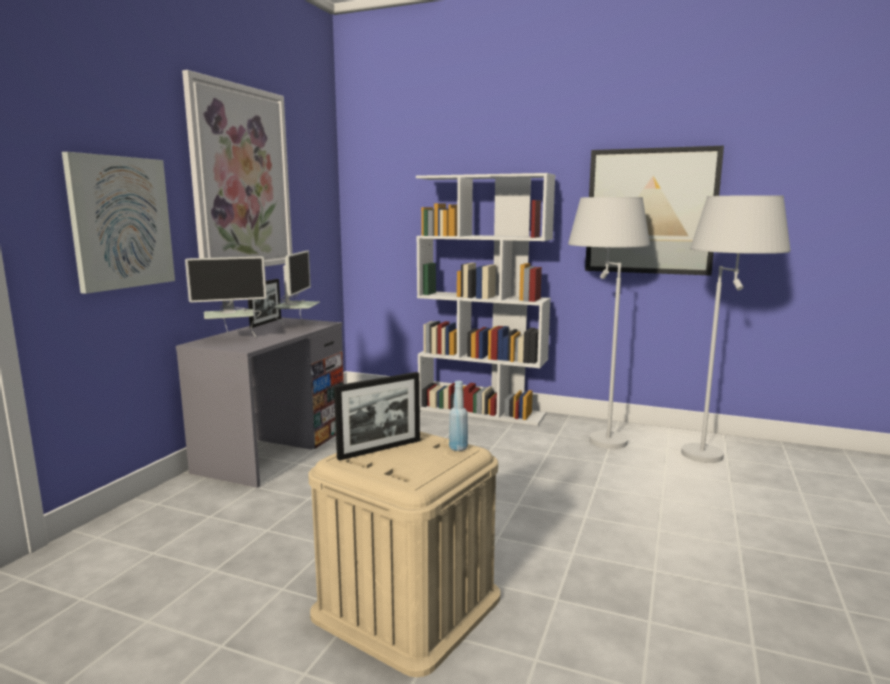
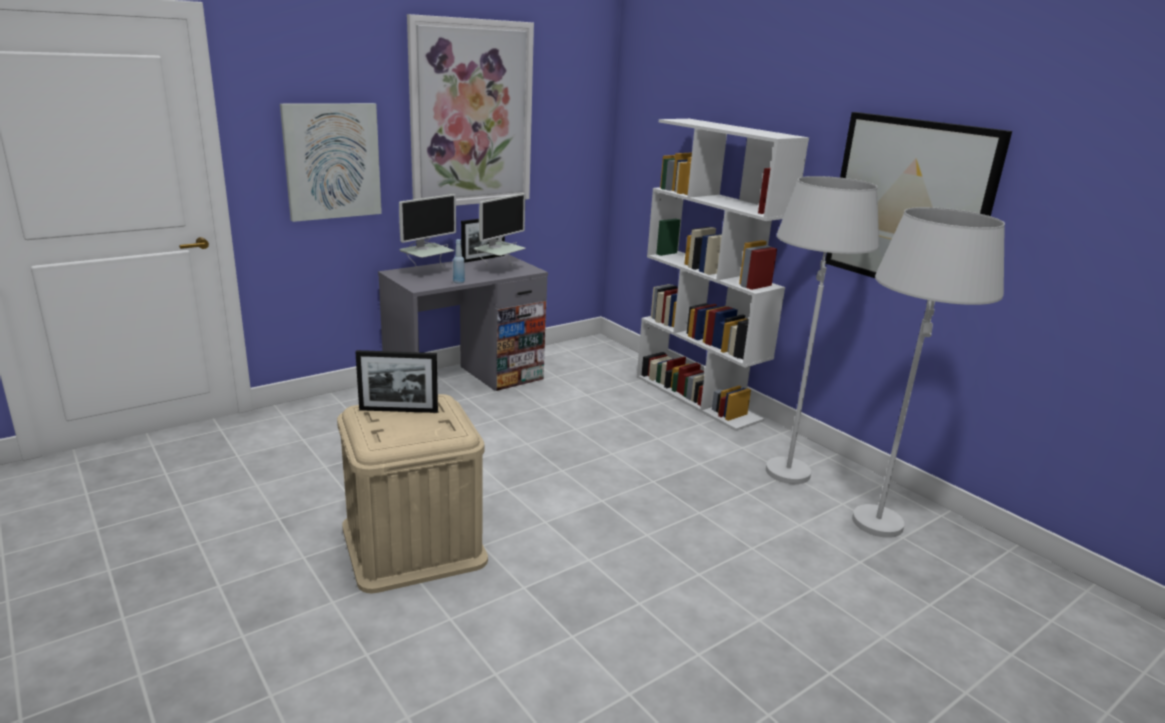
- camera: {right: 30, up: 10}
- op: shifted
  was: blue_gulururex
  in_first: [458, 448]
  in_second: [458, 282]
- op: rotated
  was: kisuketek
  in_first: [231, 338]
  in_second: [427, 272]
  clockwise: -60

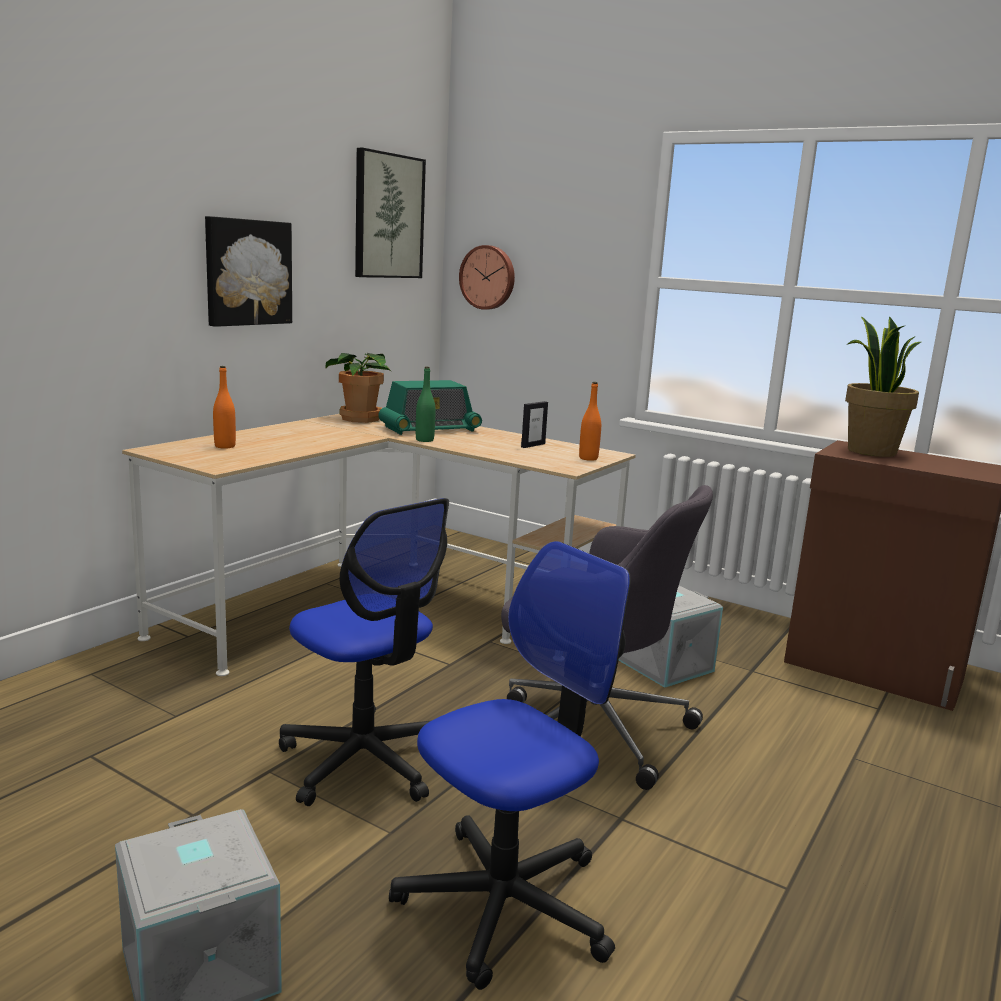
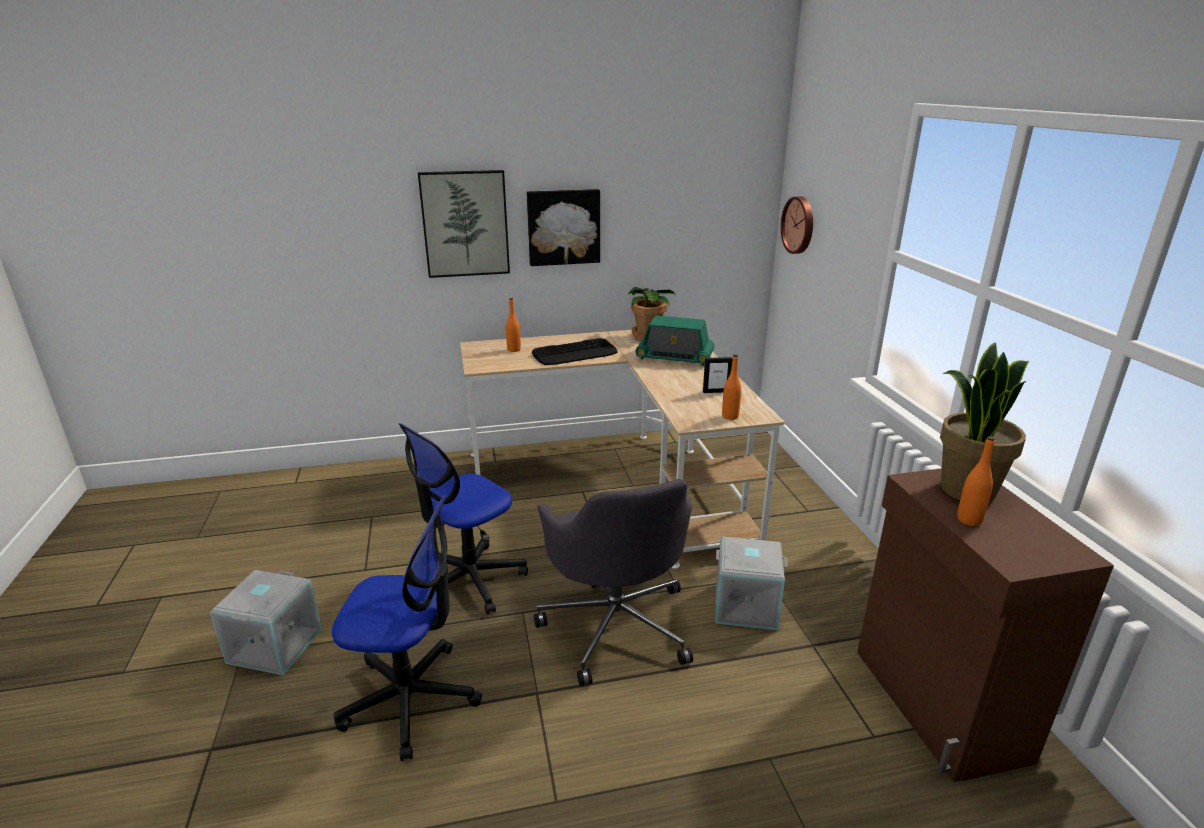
- camera: {right: 45, up: 10}
- op: gone
  was: green_gulururex
  in_first: [424, 440]
- op: new
  now: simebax
  in_second: [575, 353]
- op: new
  now: orange_gulururex
  in_second: [969, 520]
- op: shifted
  was: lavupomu
  in_first: [388, 216]
  in_second: [465, 224]
- op: rotated
  was: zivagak
  in_first: [366, 760]
  in_second: [469, 579]
  clockwise: 45

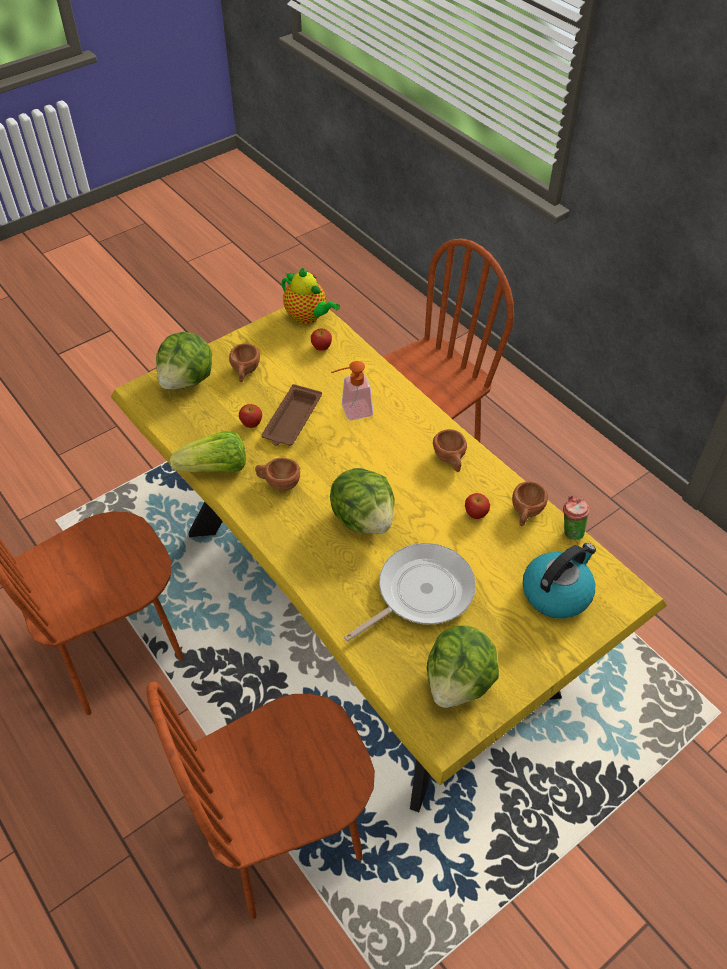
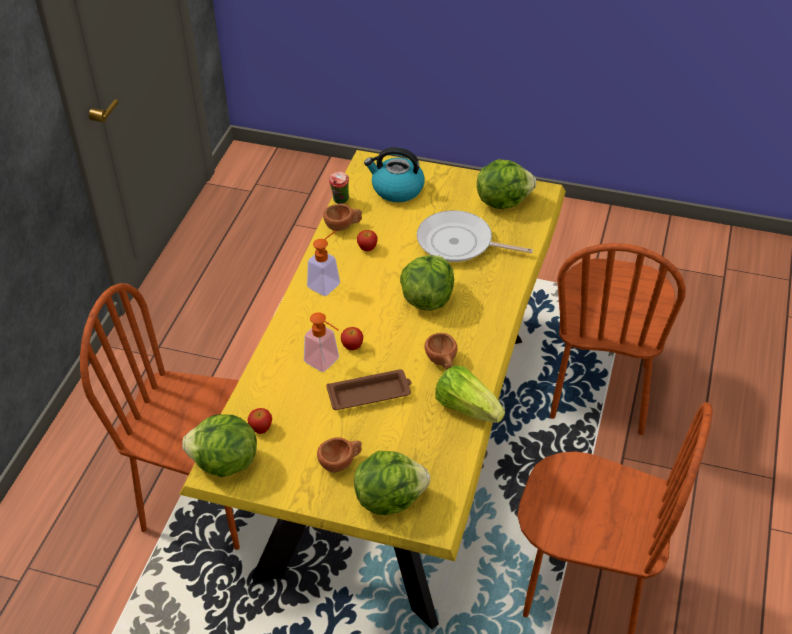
- camera: {right: -125, up: -5}
- op: shifted
  was: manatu
  in_first: [251, 423]
  in_second: [352, 346]
- op: swapped
  was: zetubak
  now: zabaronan
  in_first: [308, 317]
  in_second: [225, 464]
- op: swapped
  was: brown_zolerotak
  now: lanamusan
  in_first: [450, 460]
  in_second: [327, 282]
- op: rotated
  was: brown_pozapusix
  in_first: [285, 836]
  in_second: [601, 392]
  clockwise: 75

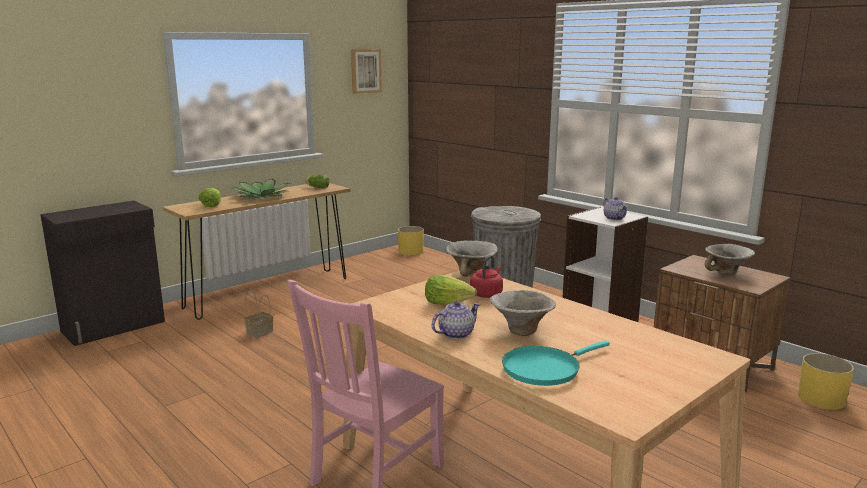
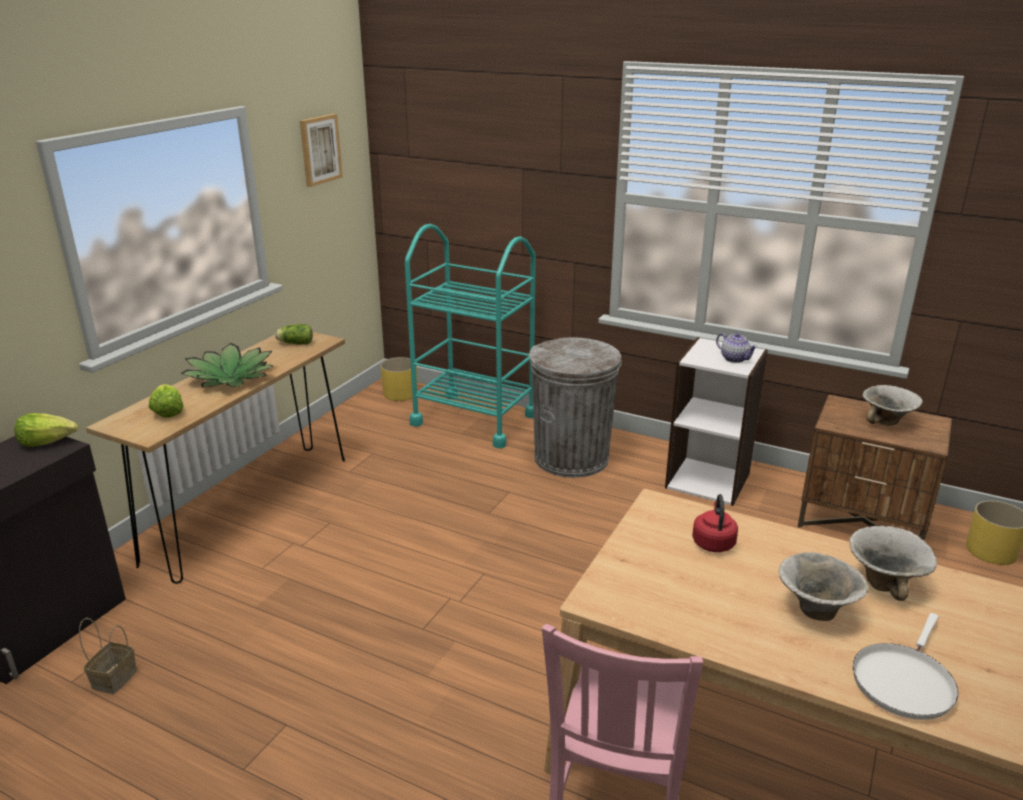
- camera: {right: -20, up: 10}
- op: gone
  was: zetubak
  in_first: [456, 334]
- op: new
  now: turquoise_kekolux
  in_second: [474, 419]
- op: shifted
  was: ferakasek
  in_first: [260, 332]
  in_second: [114, 677]
- op: shifted
  was: zabaronan
  in_first: [448, 303]
  in_second: [48, 442]
- op: shifted
  was: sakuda
  in_first: [471, 273]
  in_second: [885, 583]
- op: repainted
  was: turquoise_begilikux
  now: white_begilikux
  in_first: [544, 369]
  in_second: [903, 681]

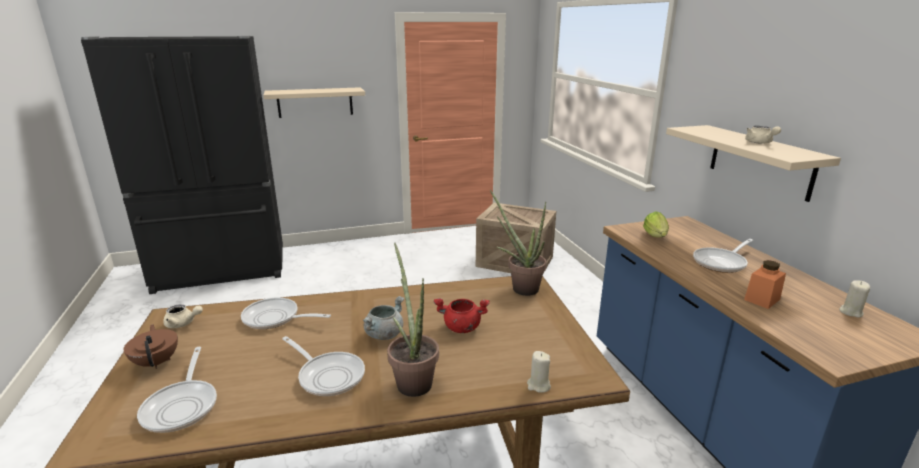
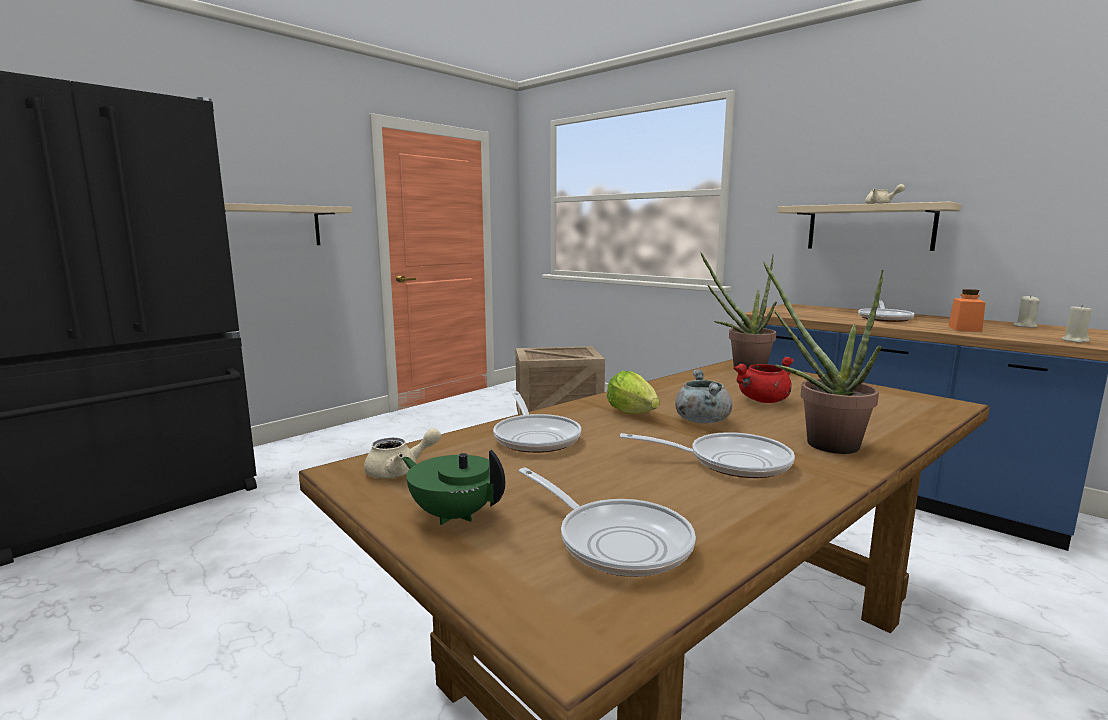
- camera: {right: -30, up: -10}
- op: shifted
  was: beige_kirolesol
  in_first: [538, 385]
  in_second: [1075, 340]
- op: shifted
  was: zabaronan
  in_first: [656, 237]
  in_second: [634, 414]
- op: repainted
  was: brown_zetubak
  now: green_zetubak
  in_first: [157, 362]
  in_second: [454, 515]
- op: rotated
  was: begilikux
  in_first: [275, 318]
  in_second: [535, 437]
  clockwise: -90

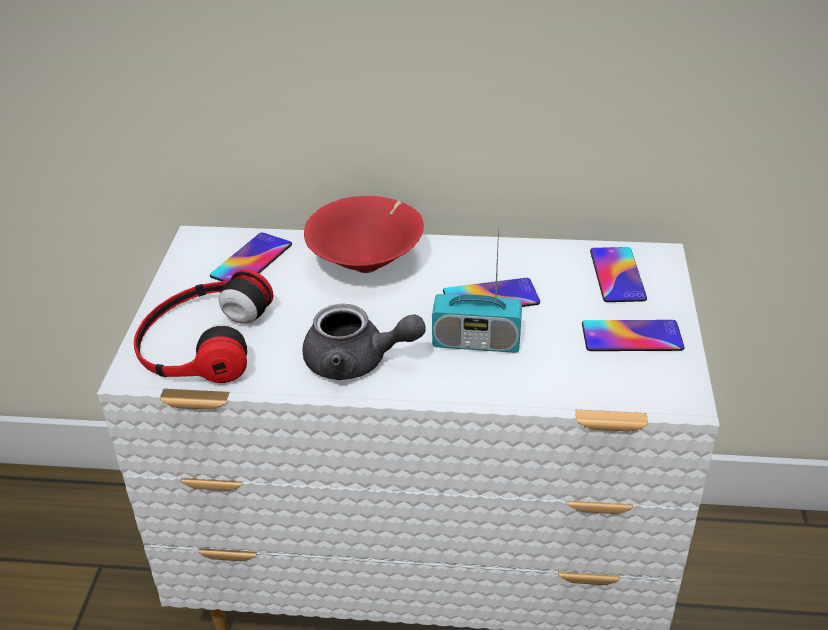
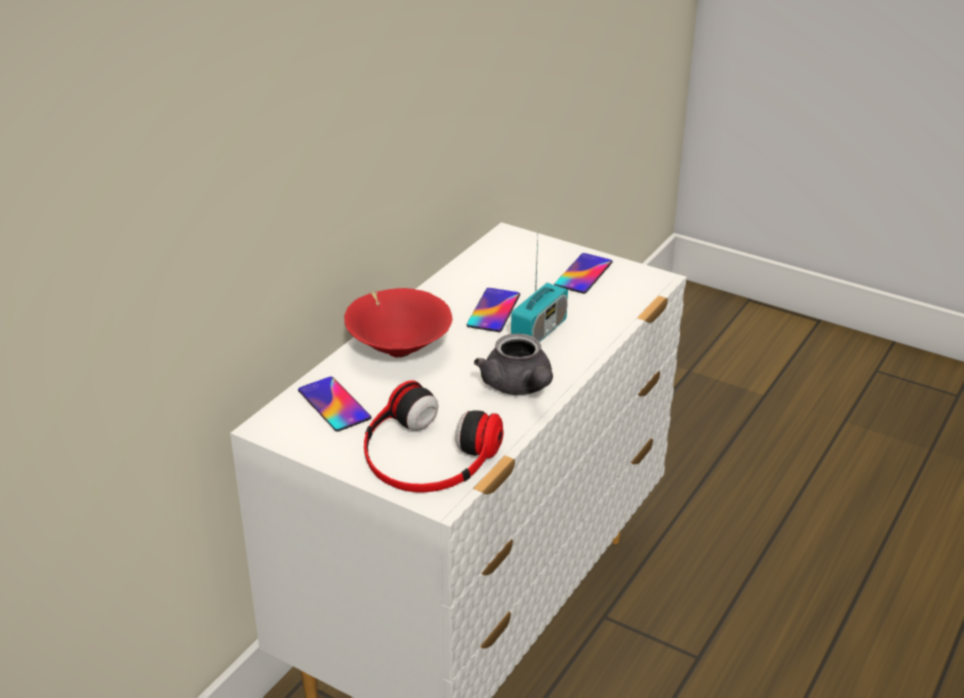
- camera: {right: -65, up: -5}
- op: gone
  was: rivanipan
  in_first: [617, 275]
- op: rotated
  was: grey_zetubak
  in_first: [357, 362]
  in_second: [519, 387]
  clockwise: 120

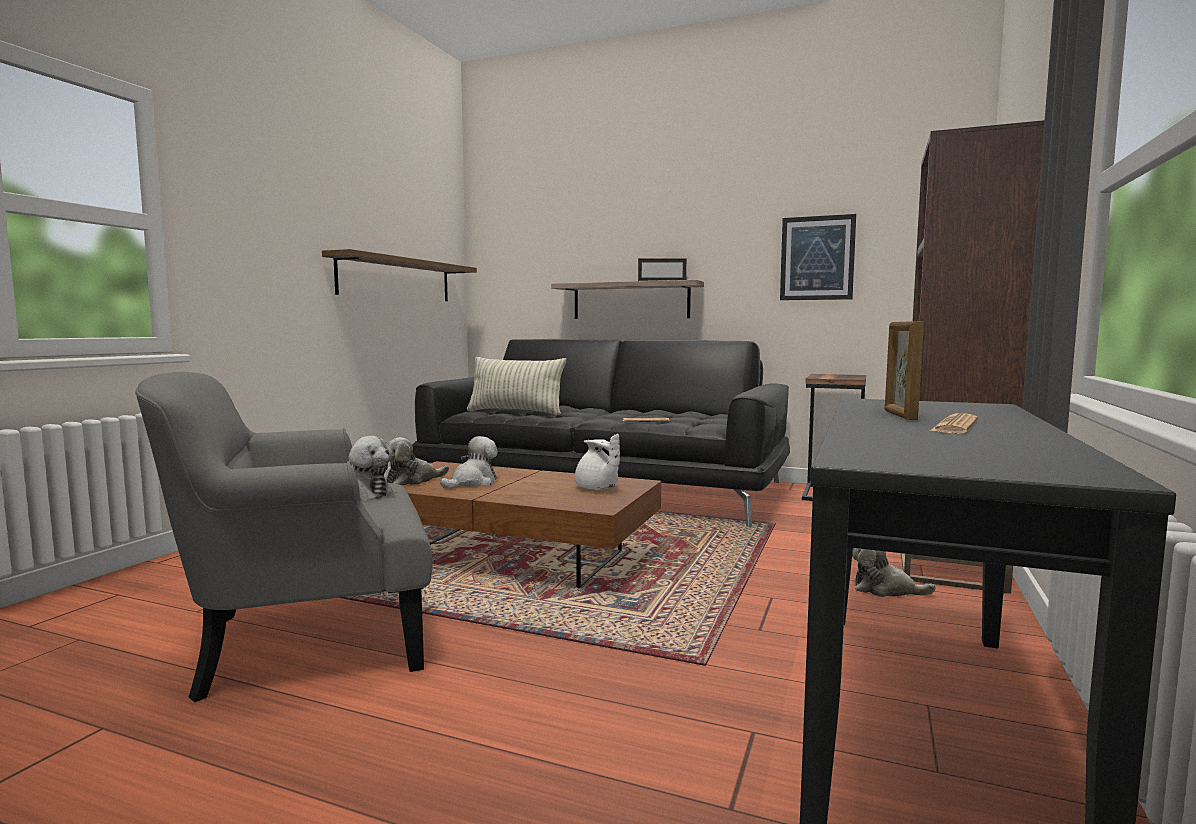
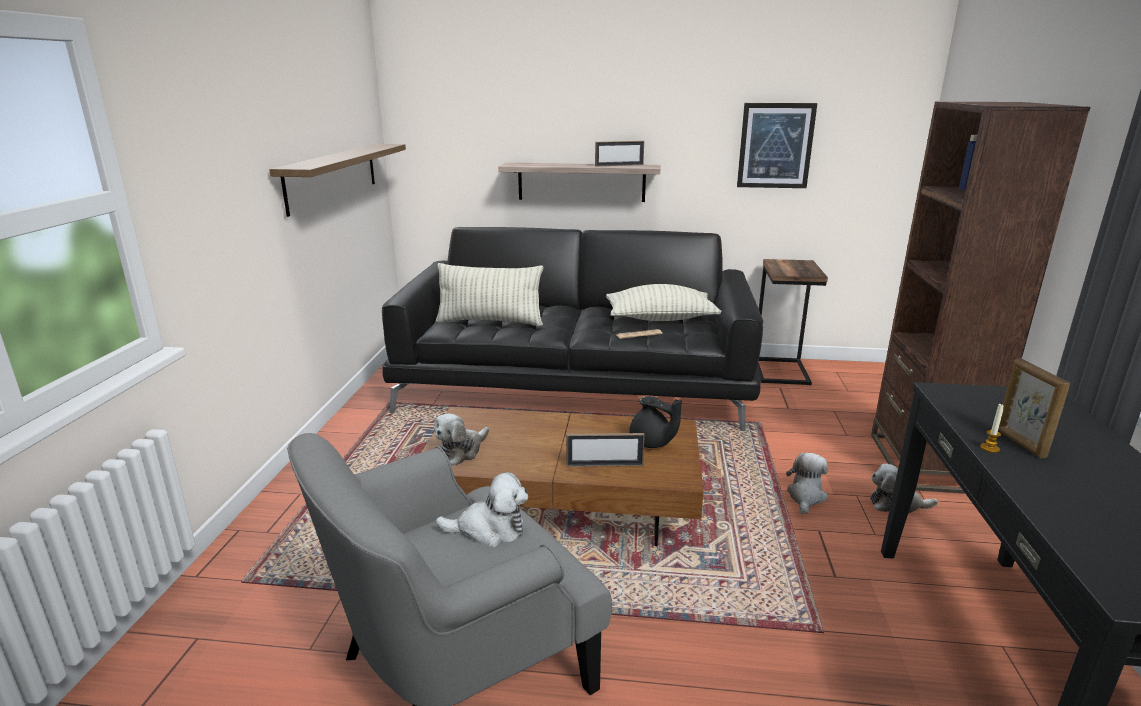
- camera: {right: -15, up: 15}
- op: gone
  was: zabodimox
  in_first: [954, 426]
- op: new
  now: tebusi
  in_second: [604, 465]
- op: new
  now: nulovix
  in_second: [660, 319]
- op: new
  now: kirolesol
  in_second: [989, 448]
- op: shifted
  was: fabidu
  in_first: [472, 483]
  in_second: [806, 496]
- op: repainted
  was: white_zetubak
  now: black_zetubak
  in_first: [597, 488]
  in_second: [651, 443]

